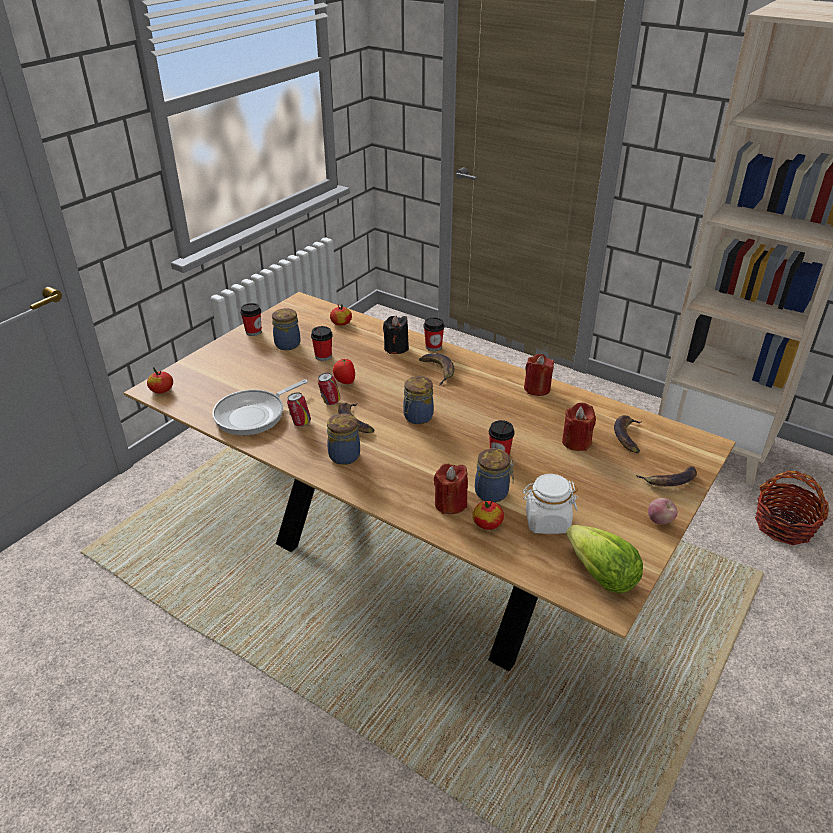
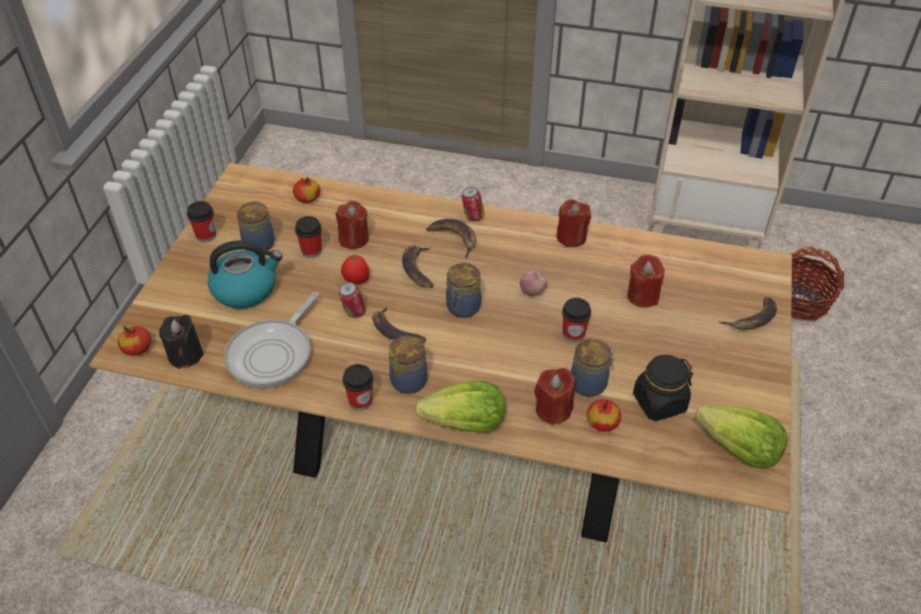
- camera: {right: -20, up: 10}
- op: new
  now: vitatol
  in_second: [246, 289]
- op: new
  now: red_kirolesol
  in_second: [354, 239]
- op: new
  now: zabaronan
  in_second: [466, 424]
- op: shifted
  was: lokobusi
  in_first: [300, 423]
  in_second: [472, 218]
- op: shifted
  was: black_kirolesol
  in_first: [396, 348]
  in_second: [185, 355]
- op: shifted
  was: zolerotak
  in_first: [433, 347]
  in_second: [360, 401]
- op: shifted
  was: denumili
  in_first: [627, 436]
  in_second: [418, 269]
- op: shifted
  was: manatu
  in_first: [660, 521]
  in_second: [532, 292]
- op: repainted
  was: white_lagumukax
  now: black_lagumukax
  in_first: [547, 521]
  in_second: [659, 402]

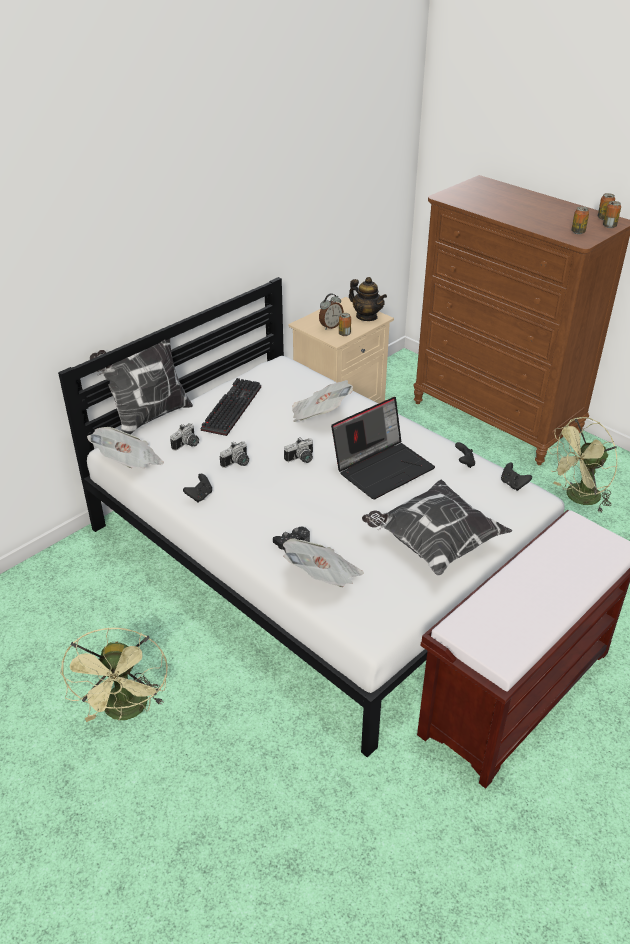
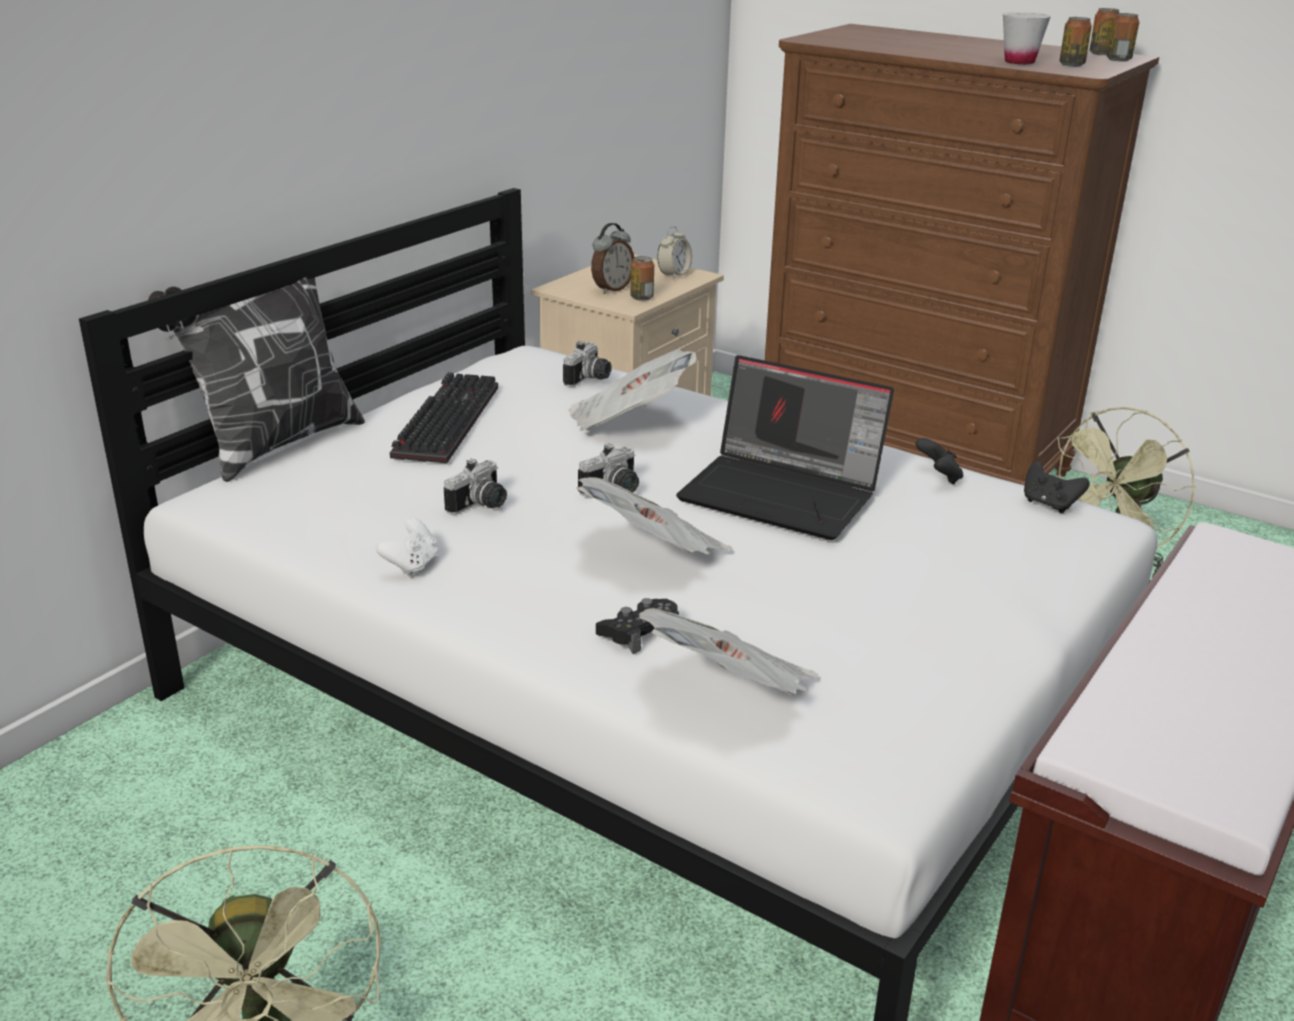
- camera: {right: -10, up: -10}
- op: gone
  was: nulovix
  in_first: [433, 543]
- op: new
  now: white_zolerotak
  in_second: [1019, 62]
- op: shifted
  was: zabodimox
  in_first: [129, 463]
  in_second: [654, 553]
- op: shifted
  was: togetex
  in_first: [187, 445]
  in_second: [590, 379]
- op: swapped
  was: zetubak
  now: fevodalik
  in_first: [366, 317]
  in_second: [674, 275]
- op: repainted
  was: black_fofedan
  now: white_fofedan
  in_first: [200, 496]
  in_second: [412, 565]
- op: rotated
  was: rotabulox
  in_first: [383, 467]
  in_second: [783, 494]
  clockwise: 75

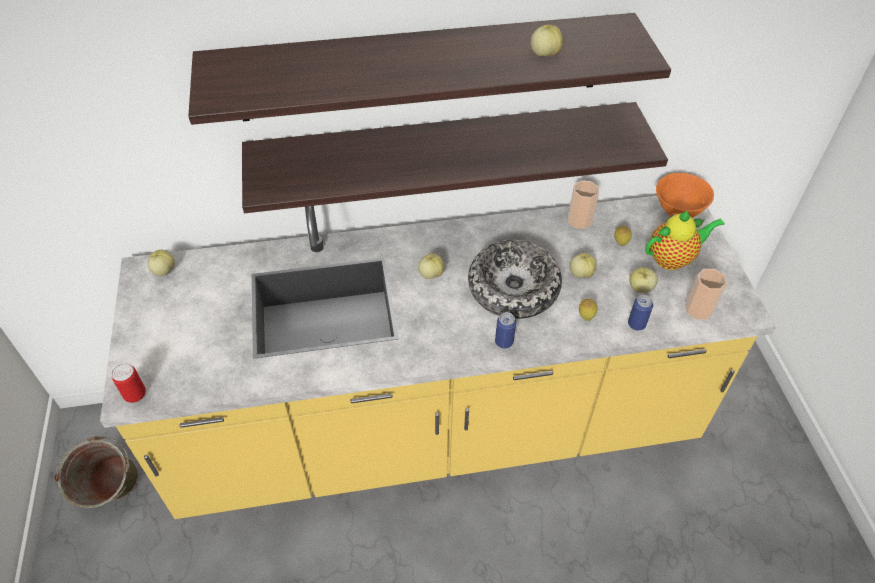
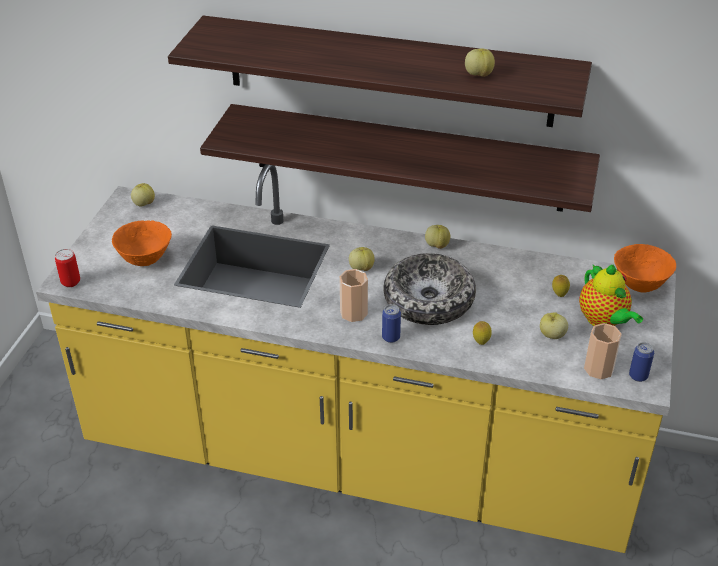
- camera: {right: 25, up: -10}
- op: gone
  was: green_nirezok
  in_first: [115, 497]
- op: new
  now: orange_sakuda
  in_second: [145, 260]
- op: shifted
  was: zolerotak
  in_first: [579, 220]
  in_second: [353, 313]
- op: shifted
  was: manatu
  in_first: [581, 273]
  in_second: [437, 245]
- op: shifted
  was: lokobusi
  in_first: [636, 324]
  in_second: [638, 376]
- op: rotated
  was: zetubak
  in_first: [673, 258]
  in_second: [604, 321]
  clockwise: 60

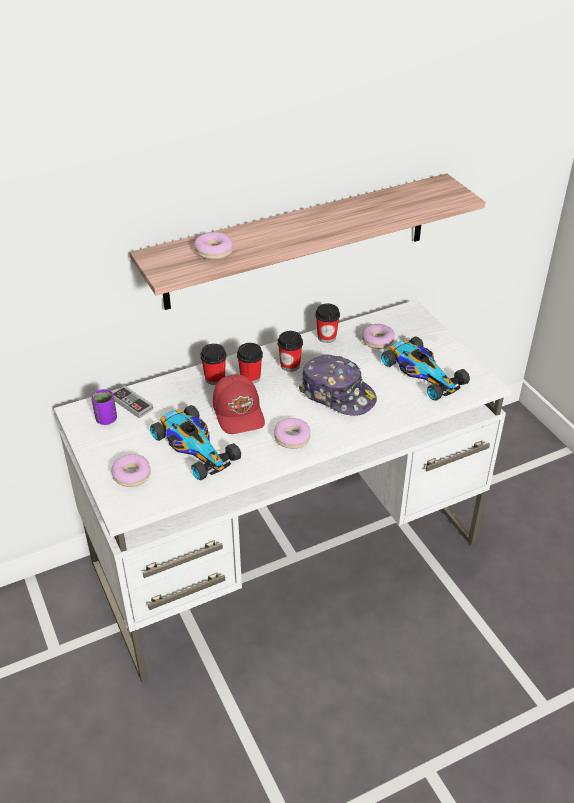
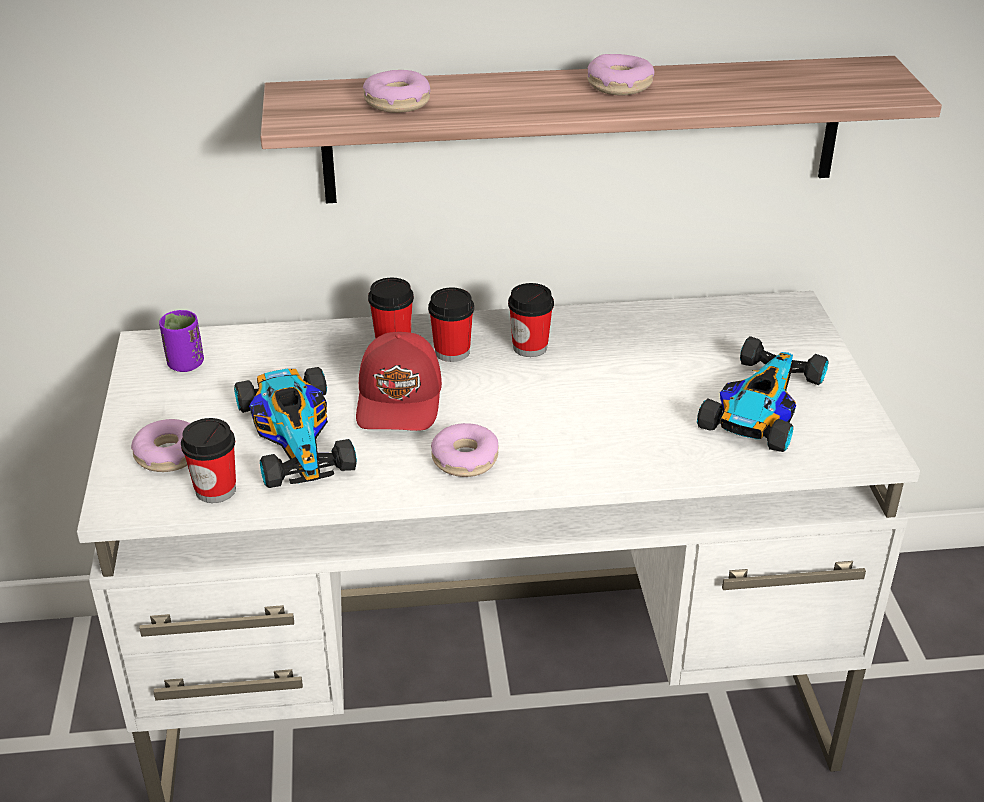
- camera: {right: 20, up: -5}
- op: gone
  was: fofedan
  in_first: [132, 404]
- op: gone
  was: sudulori
  in_first: [337, 394]
- op: shifted
  was: zolerotak
  in_first: [326, 337]
  in_second: [215, 490]
- op: shifted
  was: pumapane
  in_first: [377, 340]
  in_second: [620, 85]
- op: rotated
  was: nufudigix
  in_first: [422, 372]
  in_second: [761, 406]
  clockwise: -135

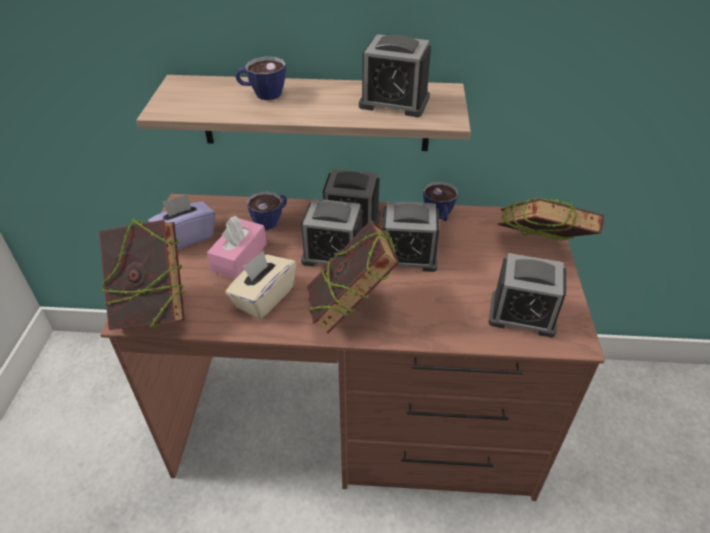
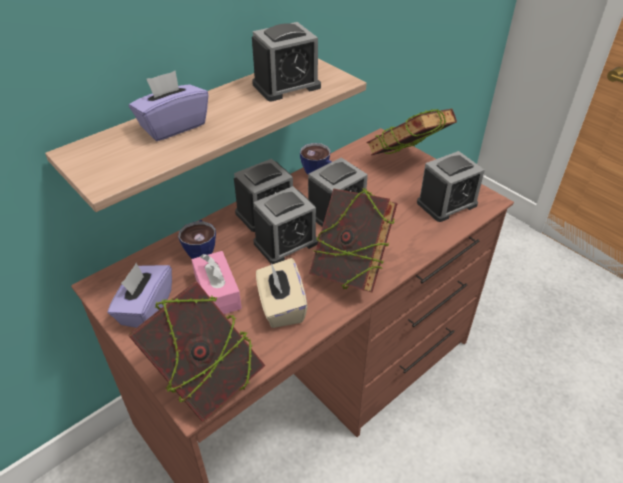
- camera: {right: -45, up: 0}
- op: swapped
  was: zolerotak
  now: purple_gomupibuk
  in_first: [262, 94]
  in_second: [173, 126]

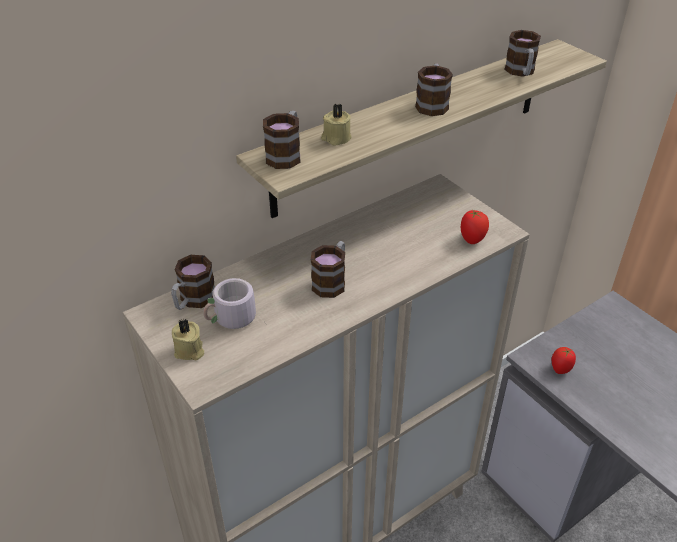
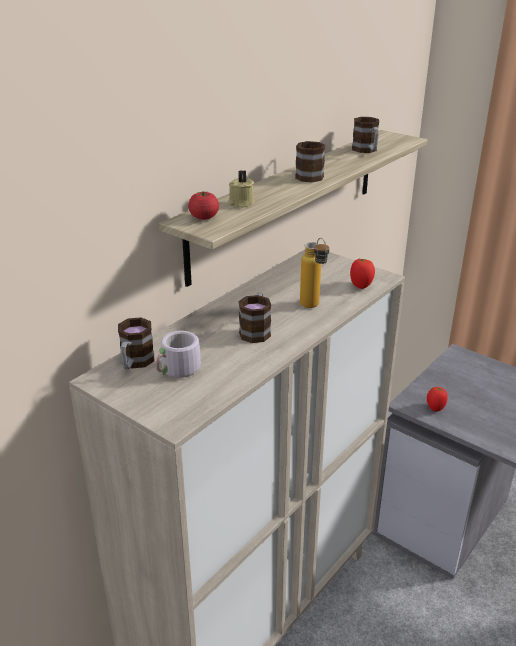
- camera: {right: -15, up: -10}
- op: gone
  was: beige_kirolesol
  in_first: [189, 351]
- op: new
  now: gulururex
  in_second: [313, 307]
- op: swapped
  was: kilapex
  now: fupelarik
  in_first: [286, 154]
  in_second: [204, 217]

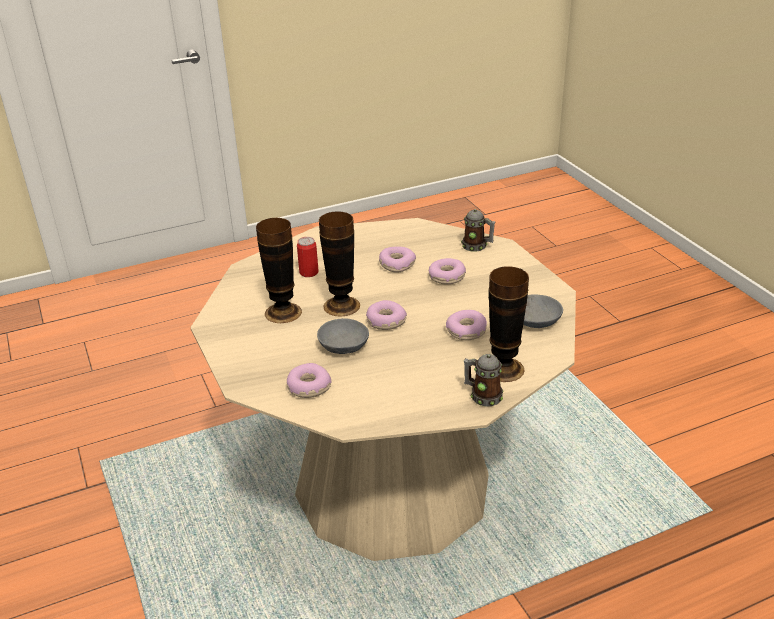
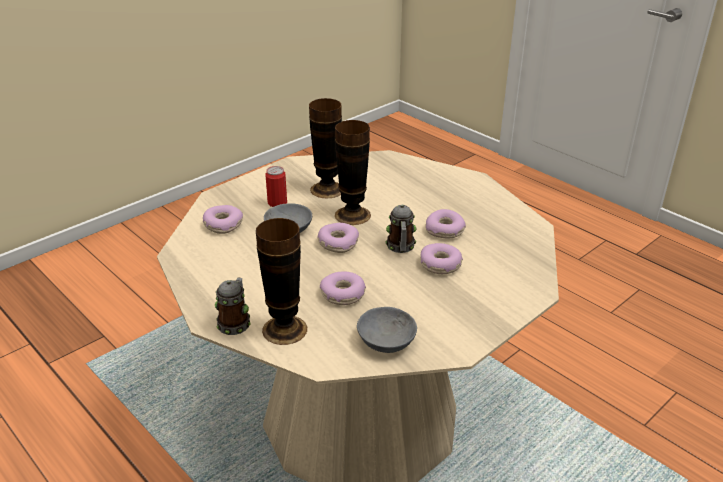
- camera: {right: 70, up: 0}
- op: shifted
  was: lokobusi
  in_first: [309, 272]
  in_second: [277, 203]
- op: shifted
  was: kilapex
  in_first: [477, 246]
  in_second: [401, 248]

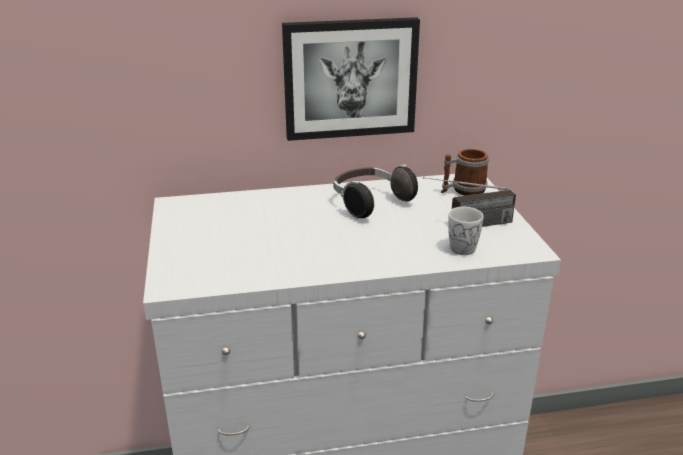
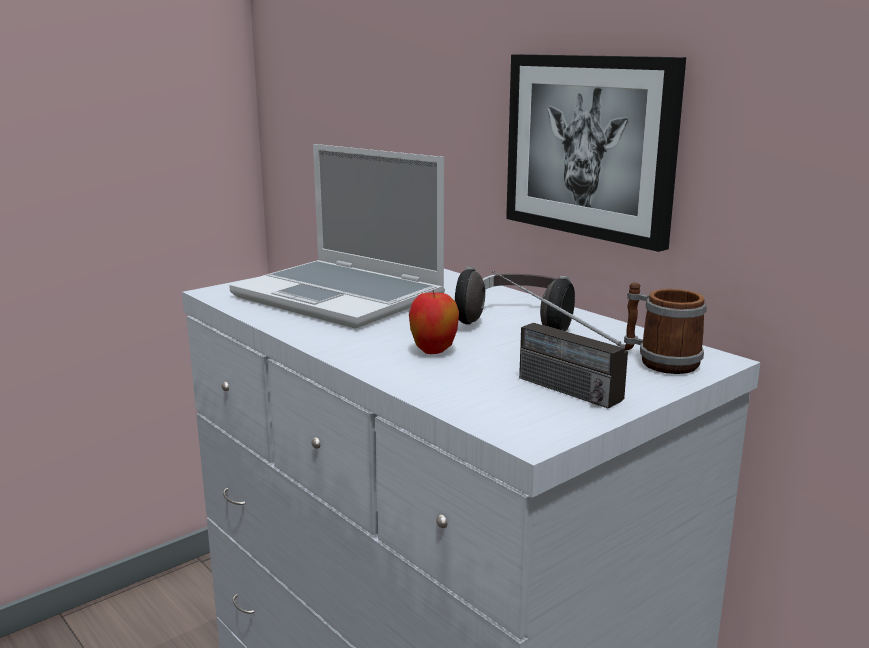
- camera: {right: 60, up: -10}
- op: gone
  was: white_kilapex
  in_first: [464, 246]
- op: new
  now: rotabulox
  in_second: [342, 297]
- op: new
  now: manatu
  in_second: [433, 352]

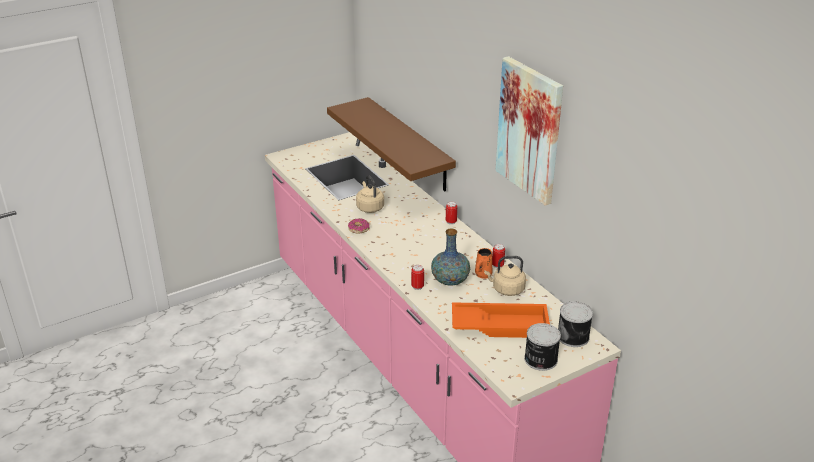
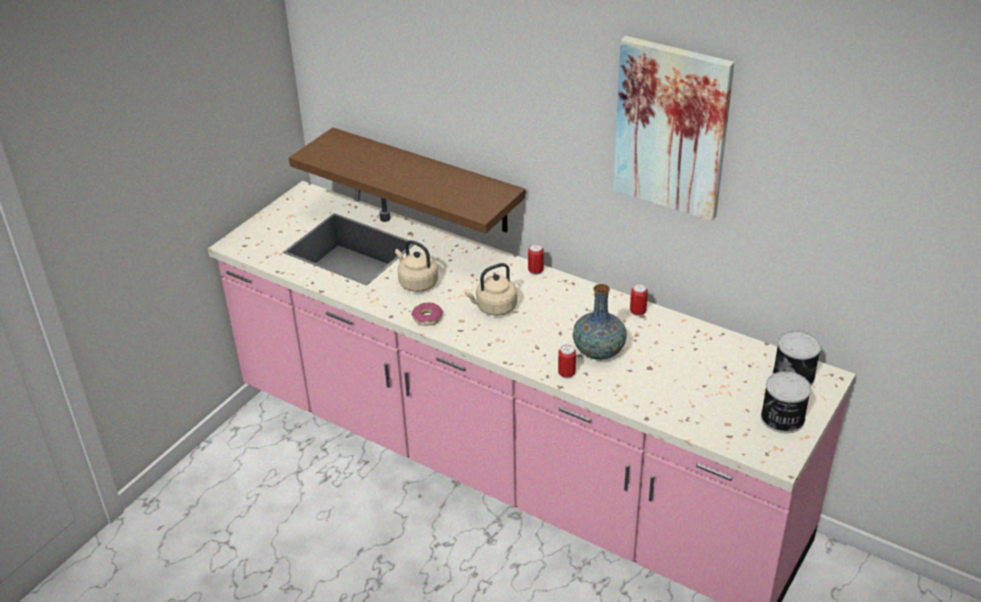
- camera: {right: -25, up: 5}
- op: gone
  was: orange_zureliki
  in_first: [500, 324]
- op: gone
  was: orange_kilapex
  in_first: [482, 275]
- op: shifted
  was: beige_vitatol
  in_first: [506, 289]
  in_second: [494, 308]

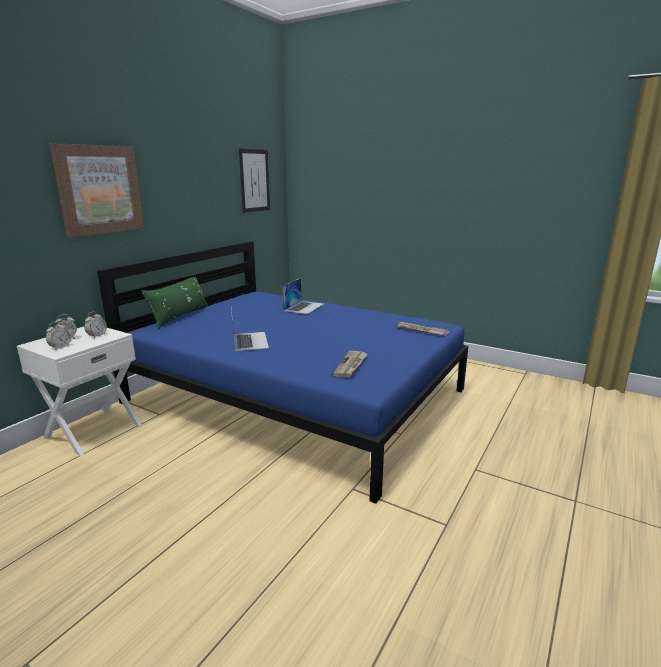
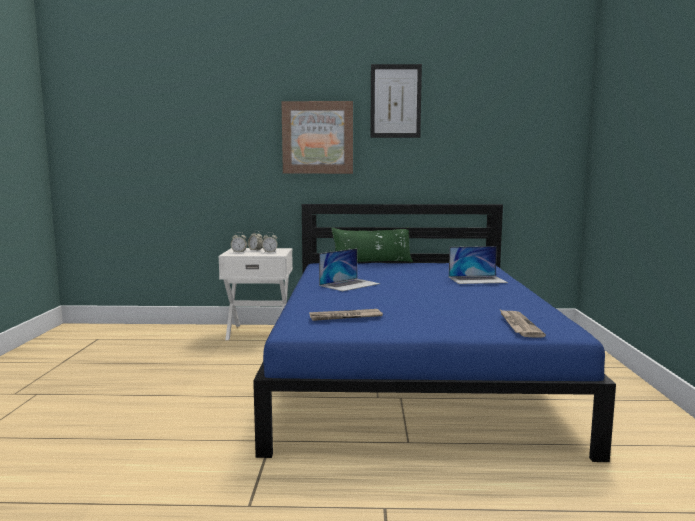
- camera: {right: 60, up: -10}
- op: shifted
  was: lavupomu
  in_first: [254, 180]
  in_second: [395, 101]

